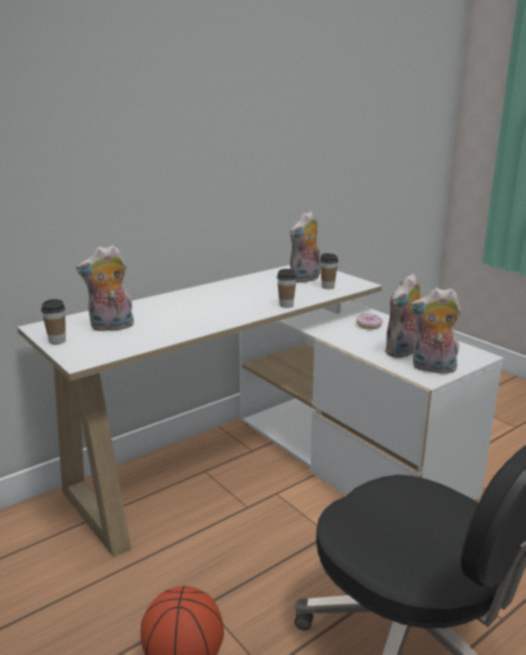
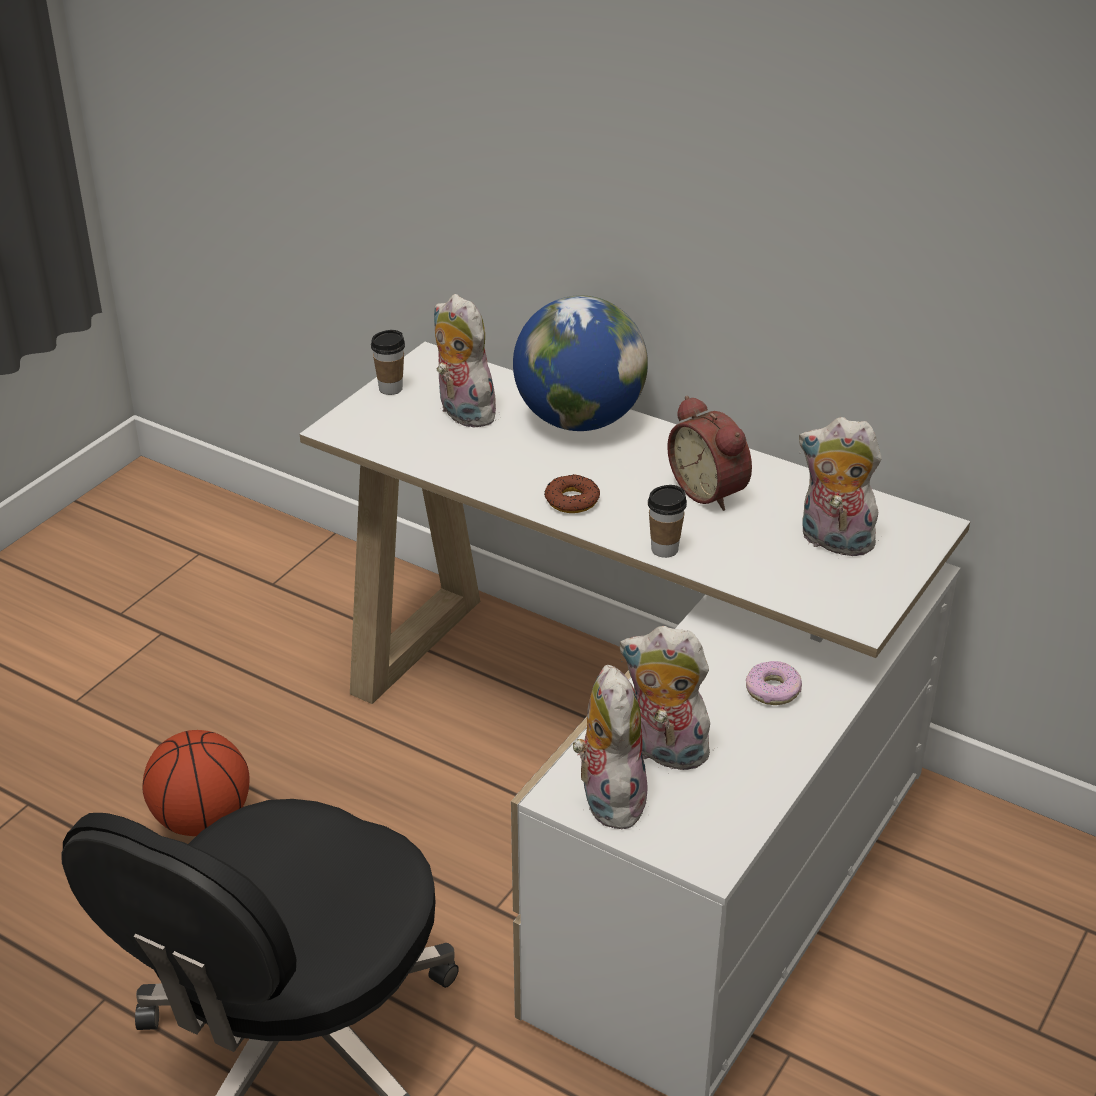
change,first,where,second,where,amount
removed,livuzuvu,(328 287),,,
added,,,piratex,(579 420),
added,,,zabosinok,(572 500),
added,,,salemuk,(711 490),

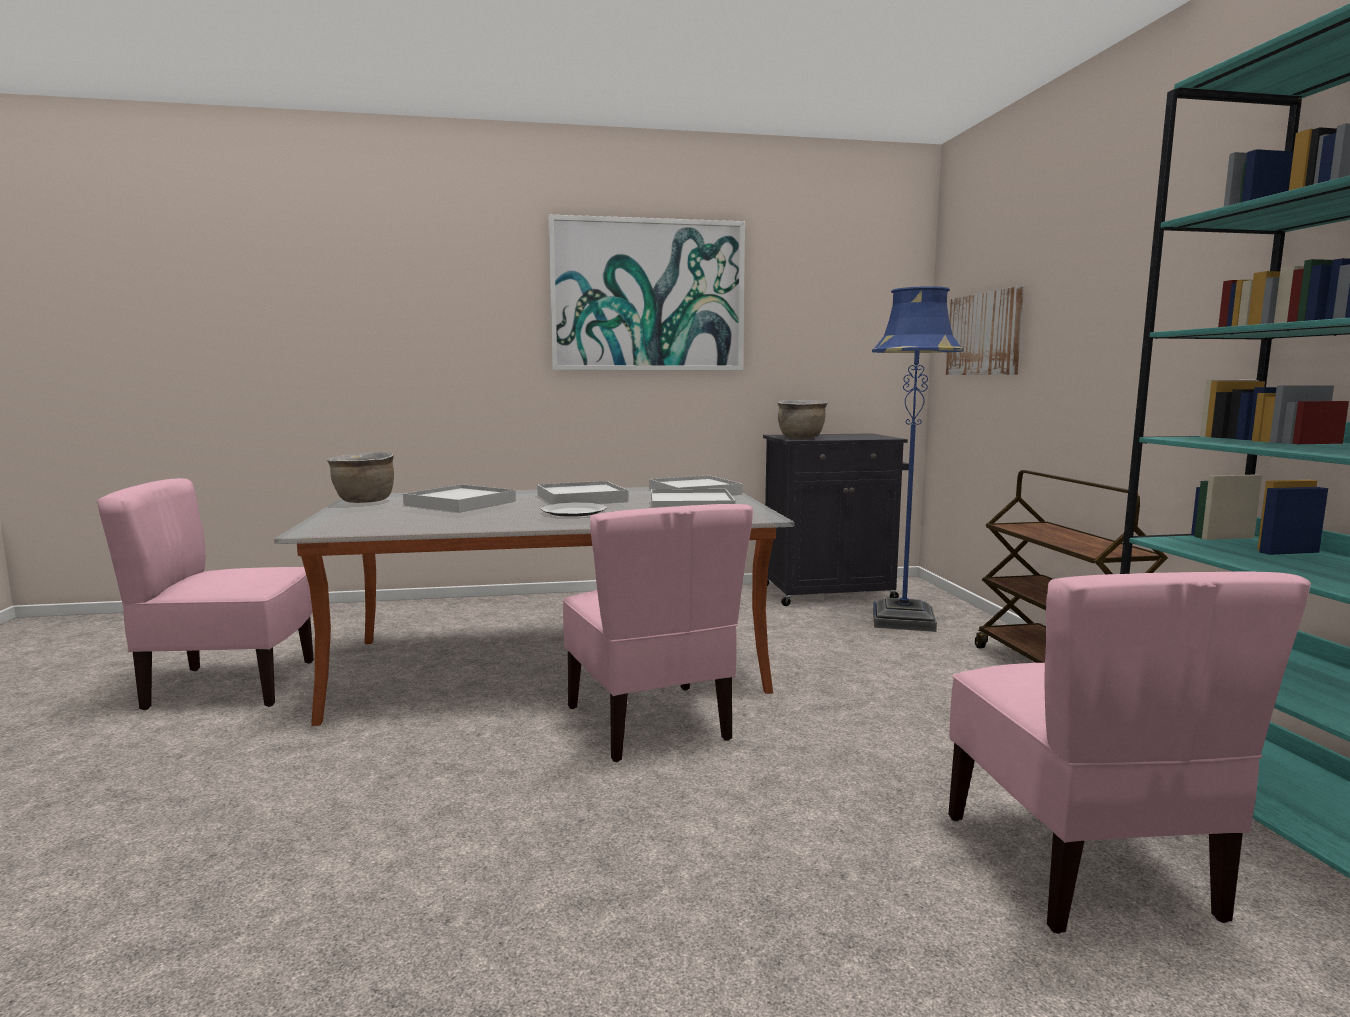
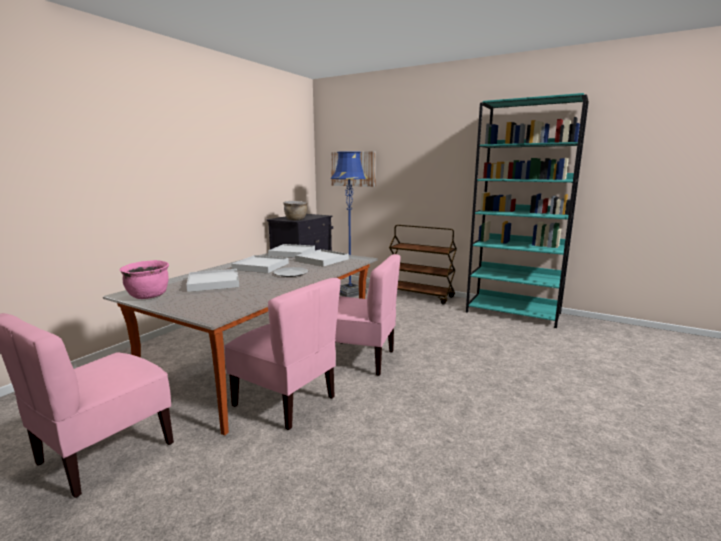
change,first,where,second,where,amount
recoloured,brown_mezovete,(364 502),pink_mezovete,(149 296),
removed,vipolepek,(648 296),,,
moved,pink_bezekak,(1081 865),,(286 401),

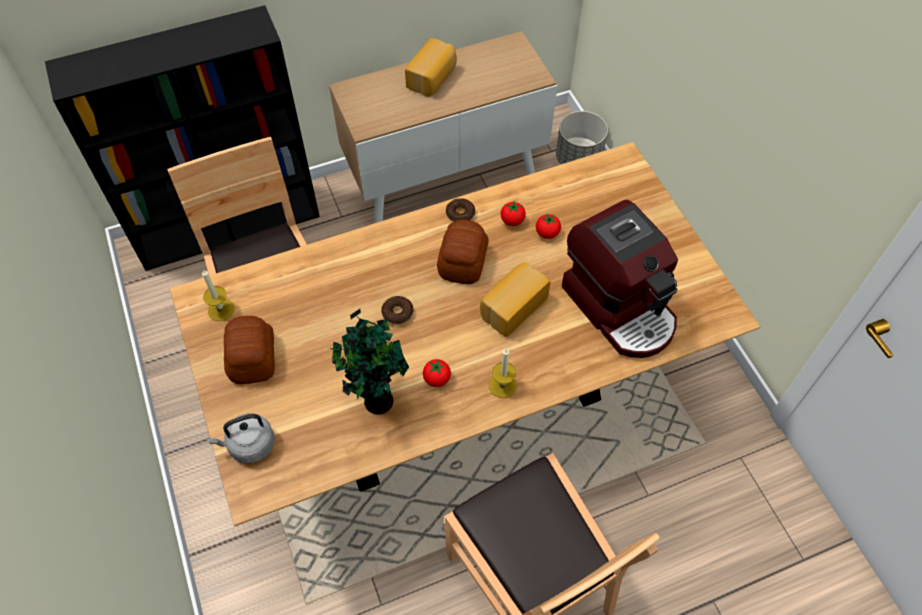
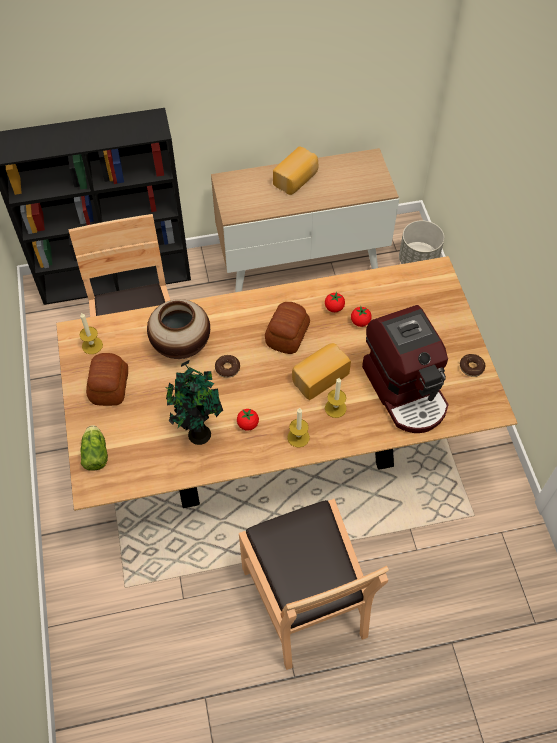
change,first,where,second,where,amount
replaced,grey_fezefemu,(249 445),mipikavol,(95 452),
moved,zabosinok,(460 214),,(471 367),
added,,,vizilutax,(181 345),
added,,,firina,(335 408),

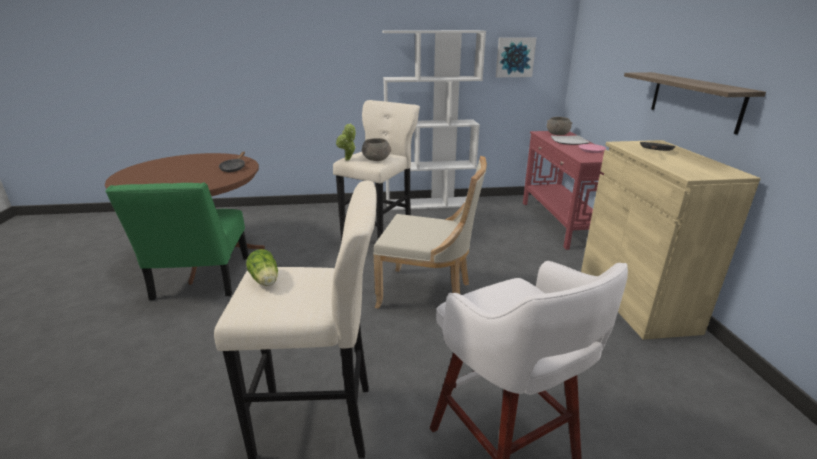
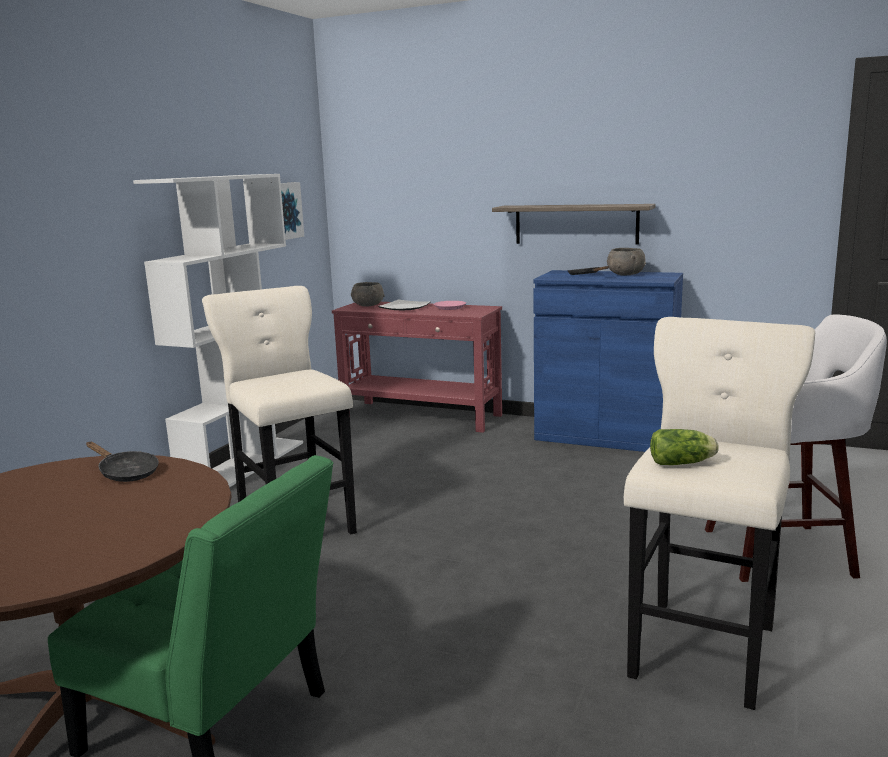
change,first,where,second,where,amount
removed,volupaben,(348 160),,,
moved,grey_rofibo,(376 159),,(625 274),
removed,beige_bezekak,(428 293),,,
recoloured,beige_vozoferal,(635 299),blue_vozoferal,(605 436),

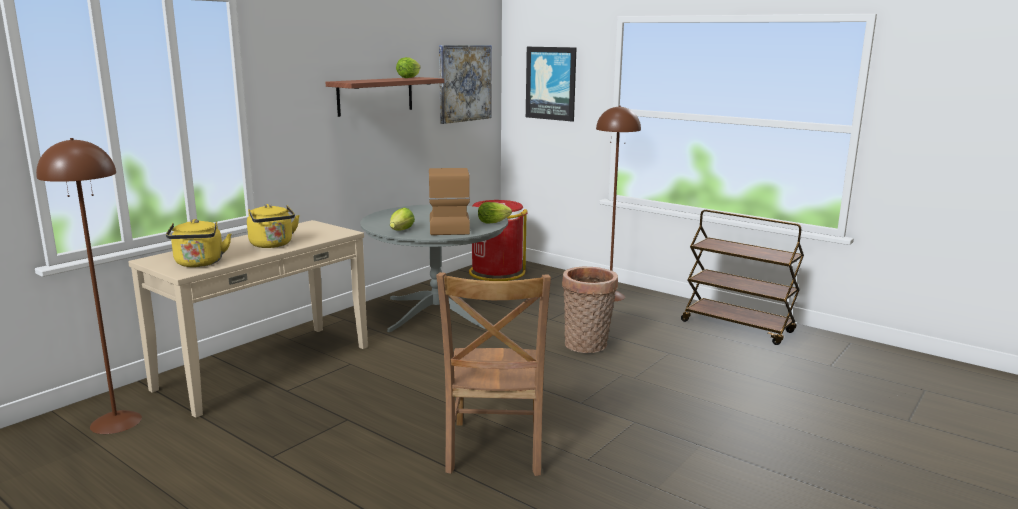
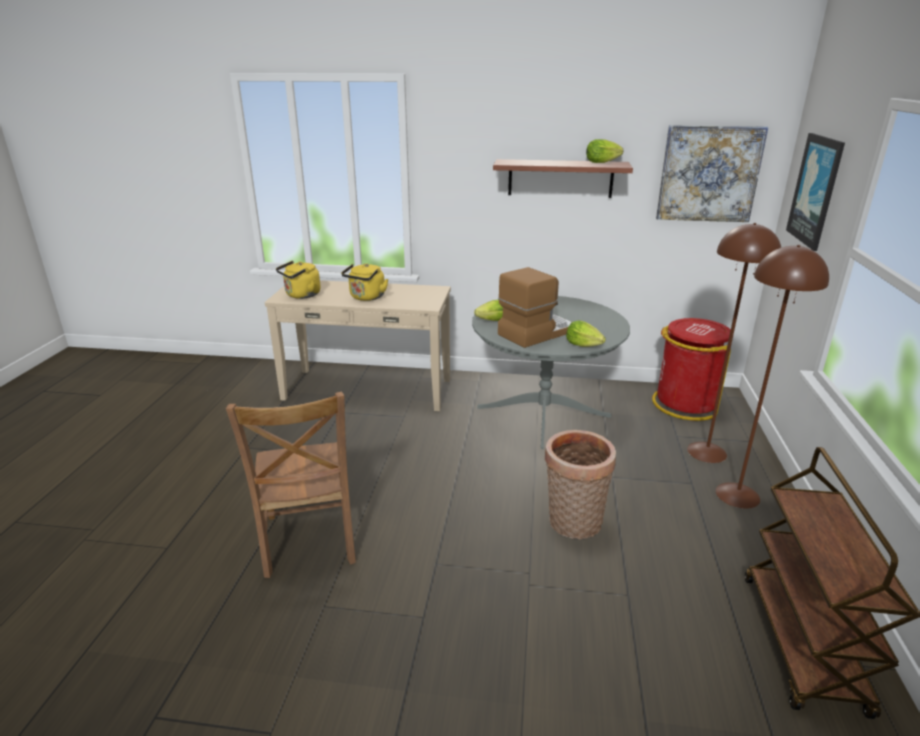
change,first,where,second,where,amount
moved,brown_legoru,(116 422),,(707 452),
turned,brown_bezekak,(494 450),,(309 542),75 degrees counterclockwise

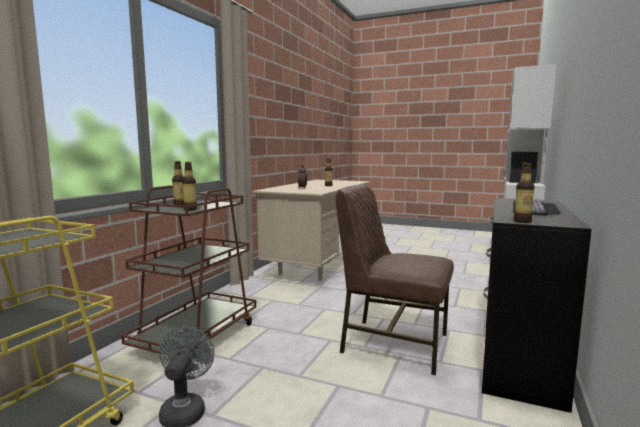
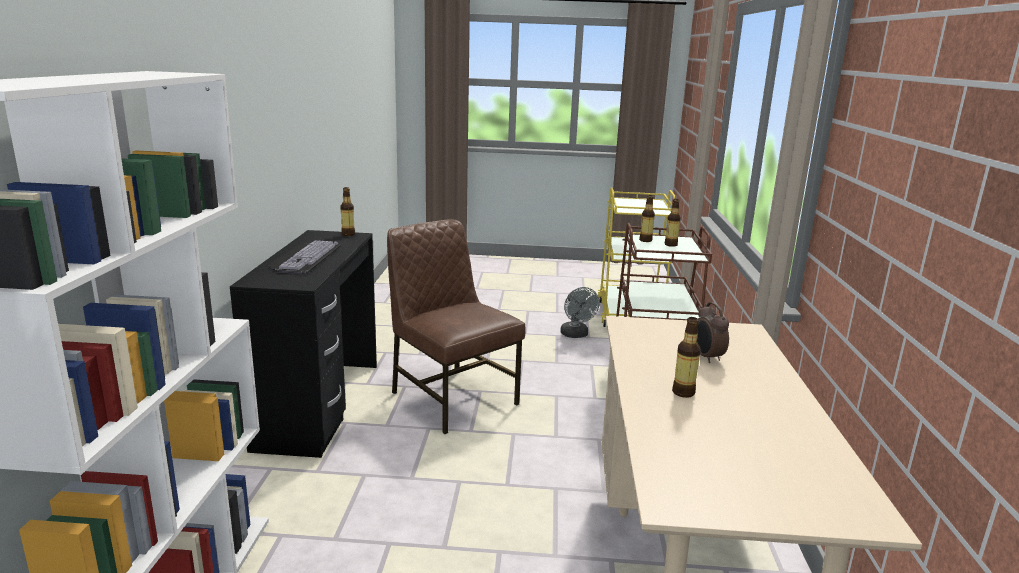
change,first,where,second,where,amount
turned,brown_bezekak,(392 343),,(452 398),135 degrees counterclockwise

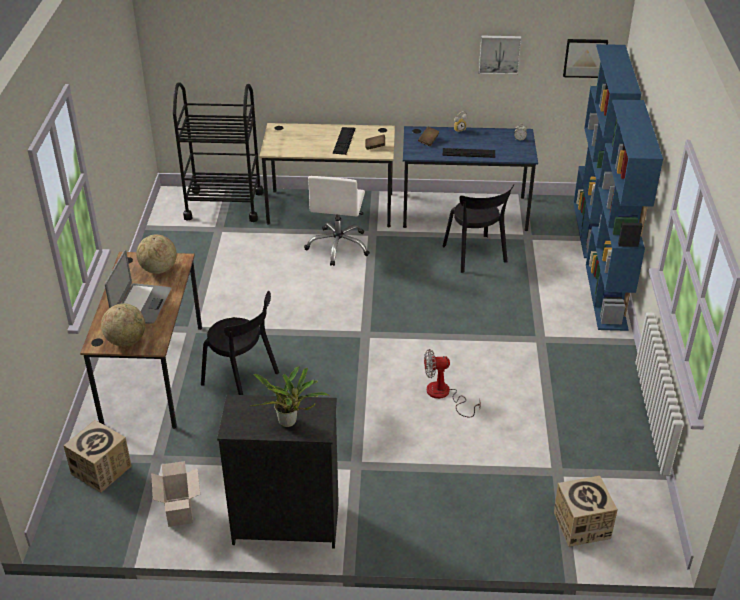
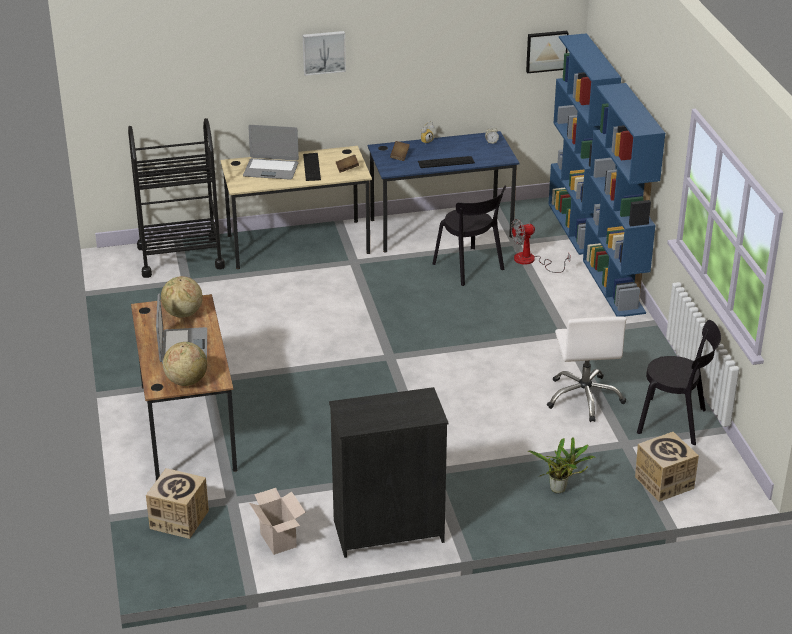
change,first,where,second,where,amount
moved,black_bezekak,(243 380),,(675 422),
moved,volupaben,(290 423),,(560 489),
moved,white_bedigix,(338 246),,(584 397),
moved,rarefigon,(444 395),,(531 261),
moved,vipolepek,(499 54),,(323 52),
added,,,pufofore,(271 169),

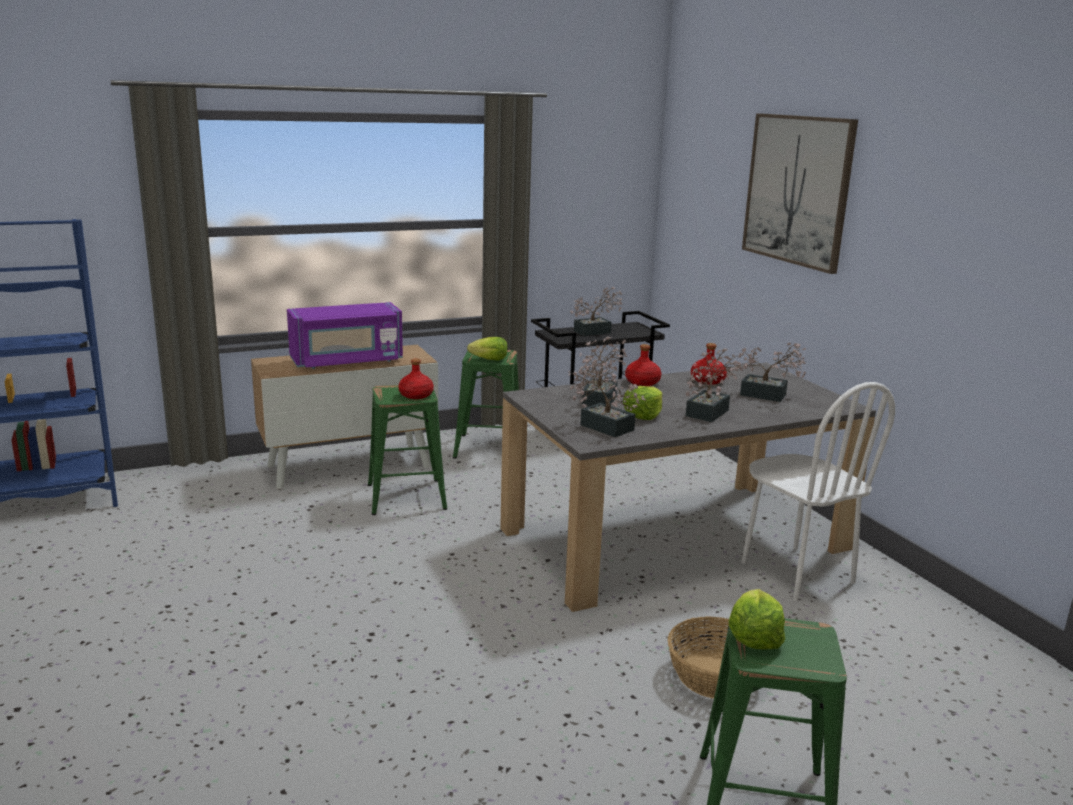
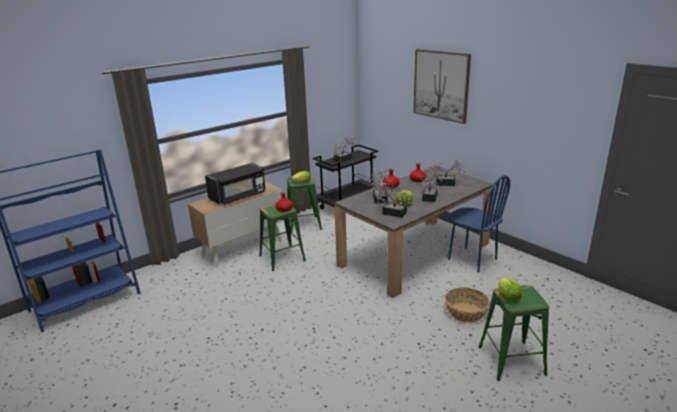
change,first,where,second,where,amount
recoloured,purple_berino,(347 361),black_berino,(238 196),
recoloured,white_bezekak,(796 573),blue_bezekak,(472 259),

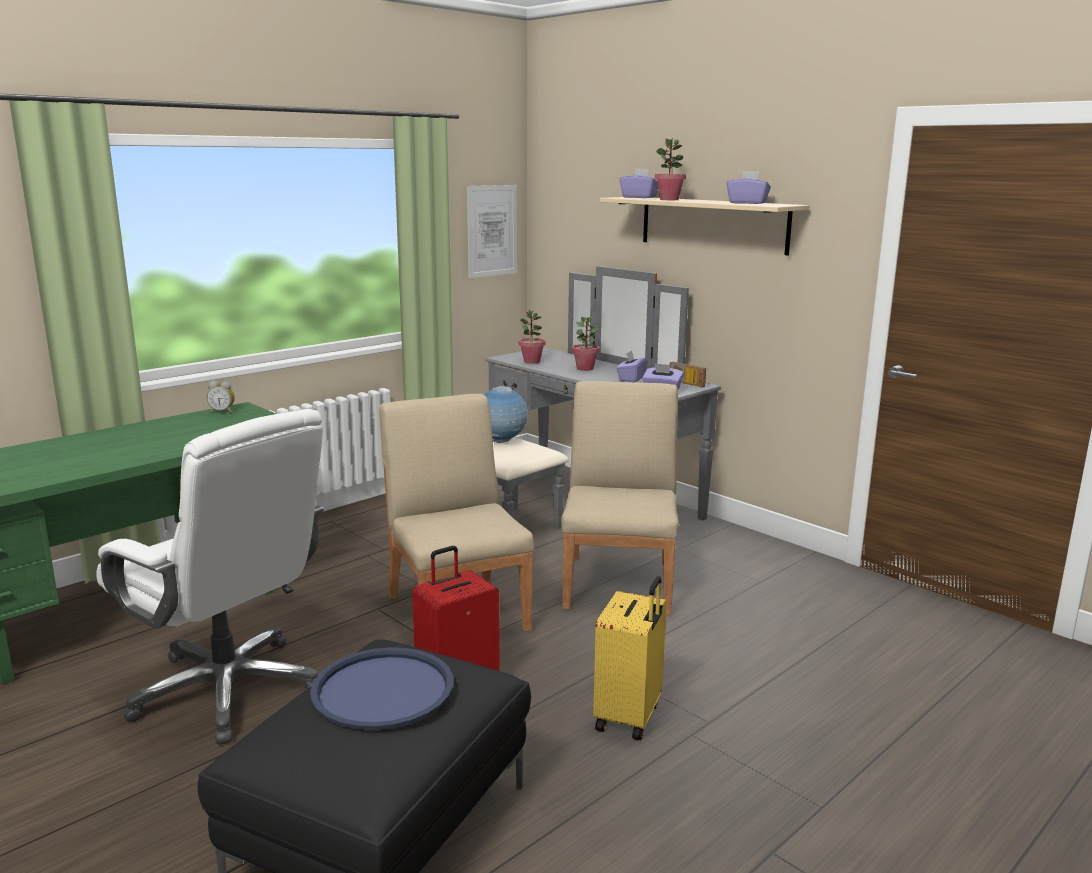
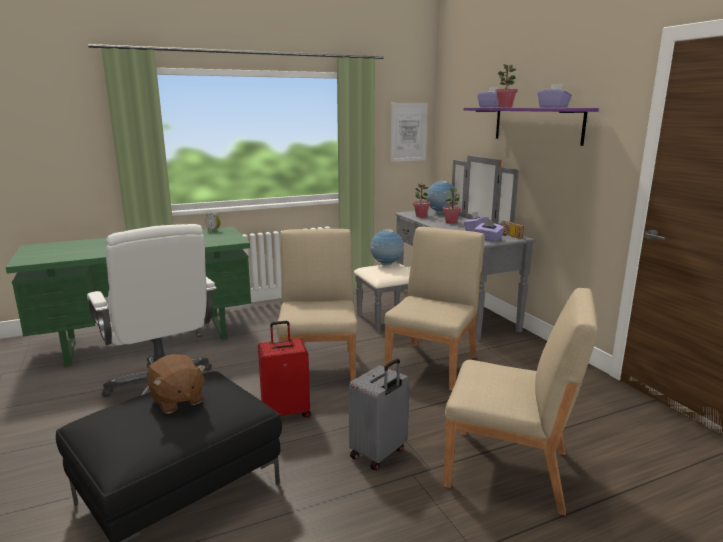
change,first,where,second,where,amount
replaced,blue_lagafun,(382 690),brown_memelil,(177 400),
recoloured,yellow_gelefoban,(630 717),grey_gelefoban,(379 453),
recoloured,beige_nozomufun,(713 224),purple_nozomufun,(537 124),
added,,,piratex,(440 213),
added,,,beige_bezekak,(509 469),

